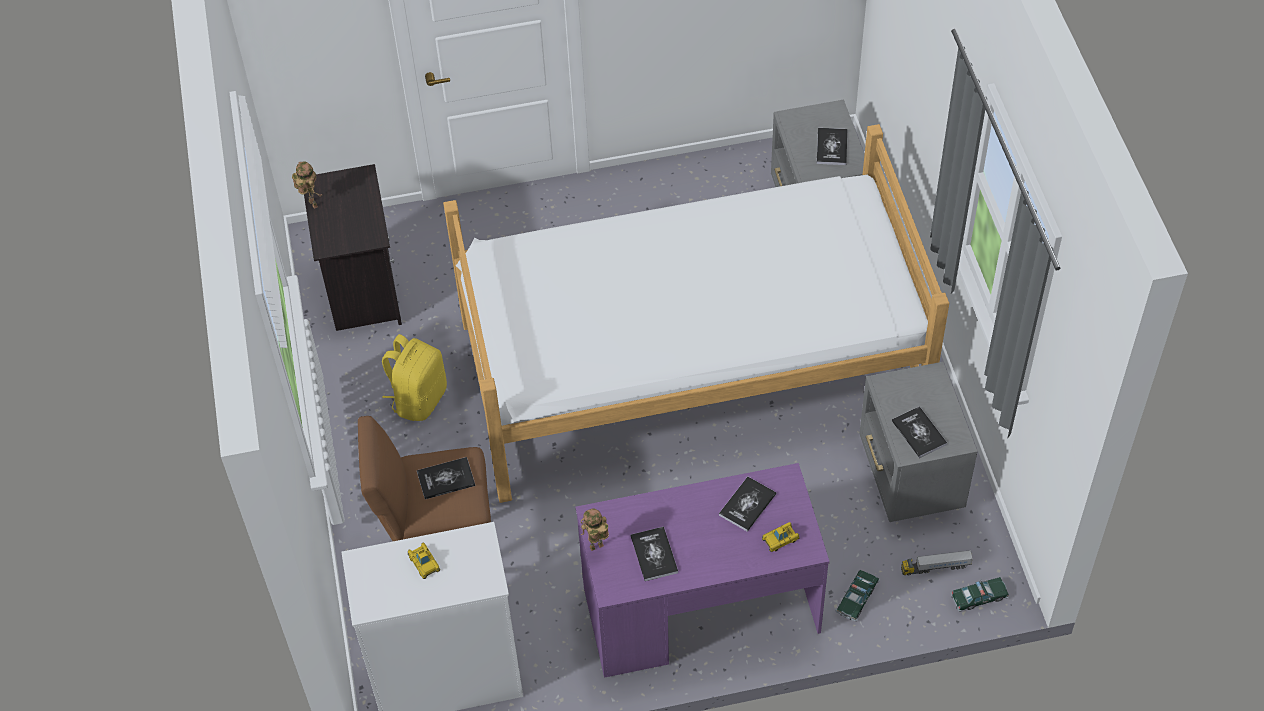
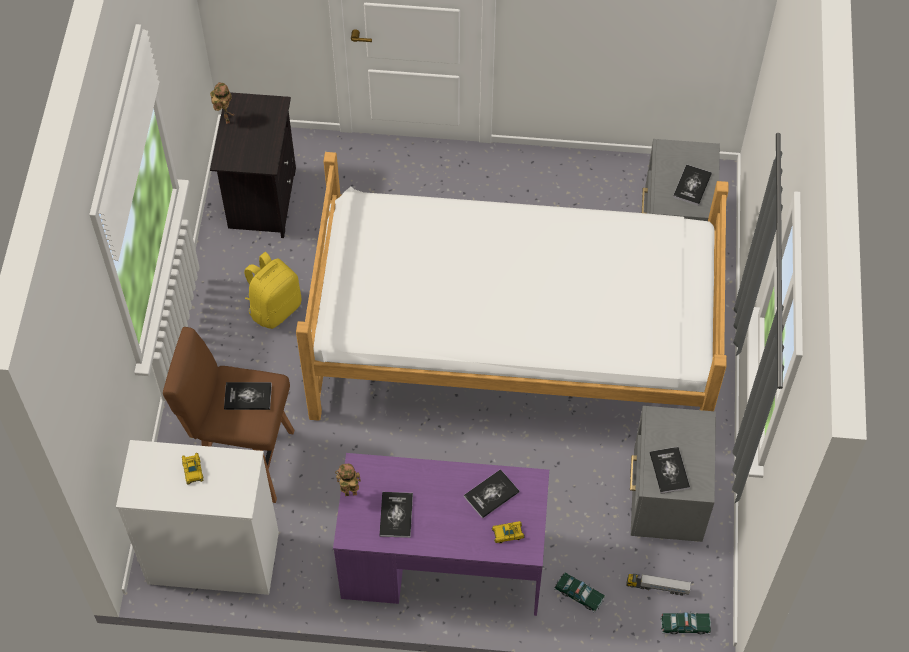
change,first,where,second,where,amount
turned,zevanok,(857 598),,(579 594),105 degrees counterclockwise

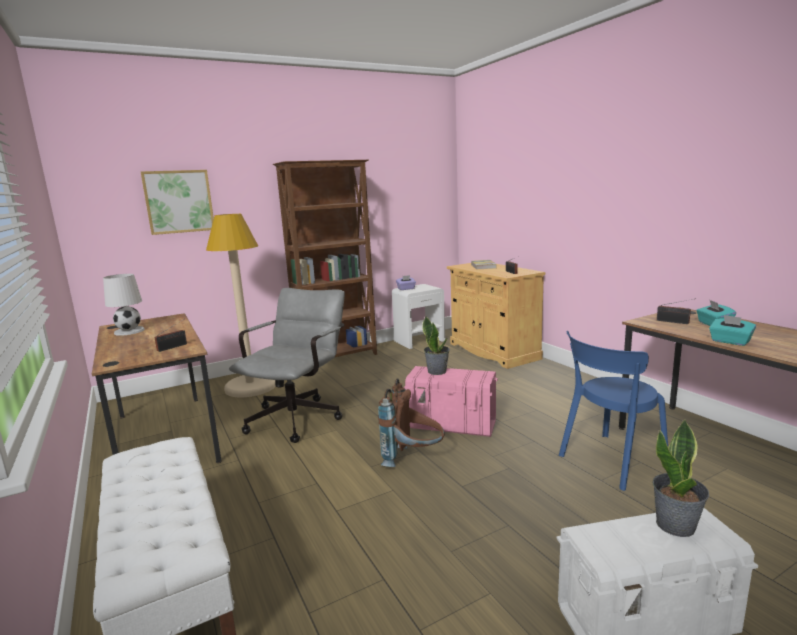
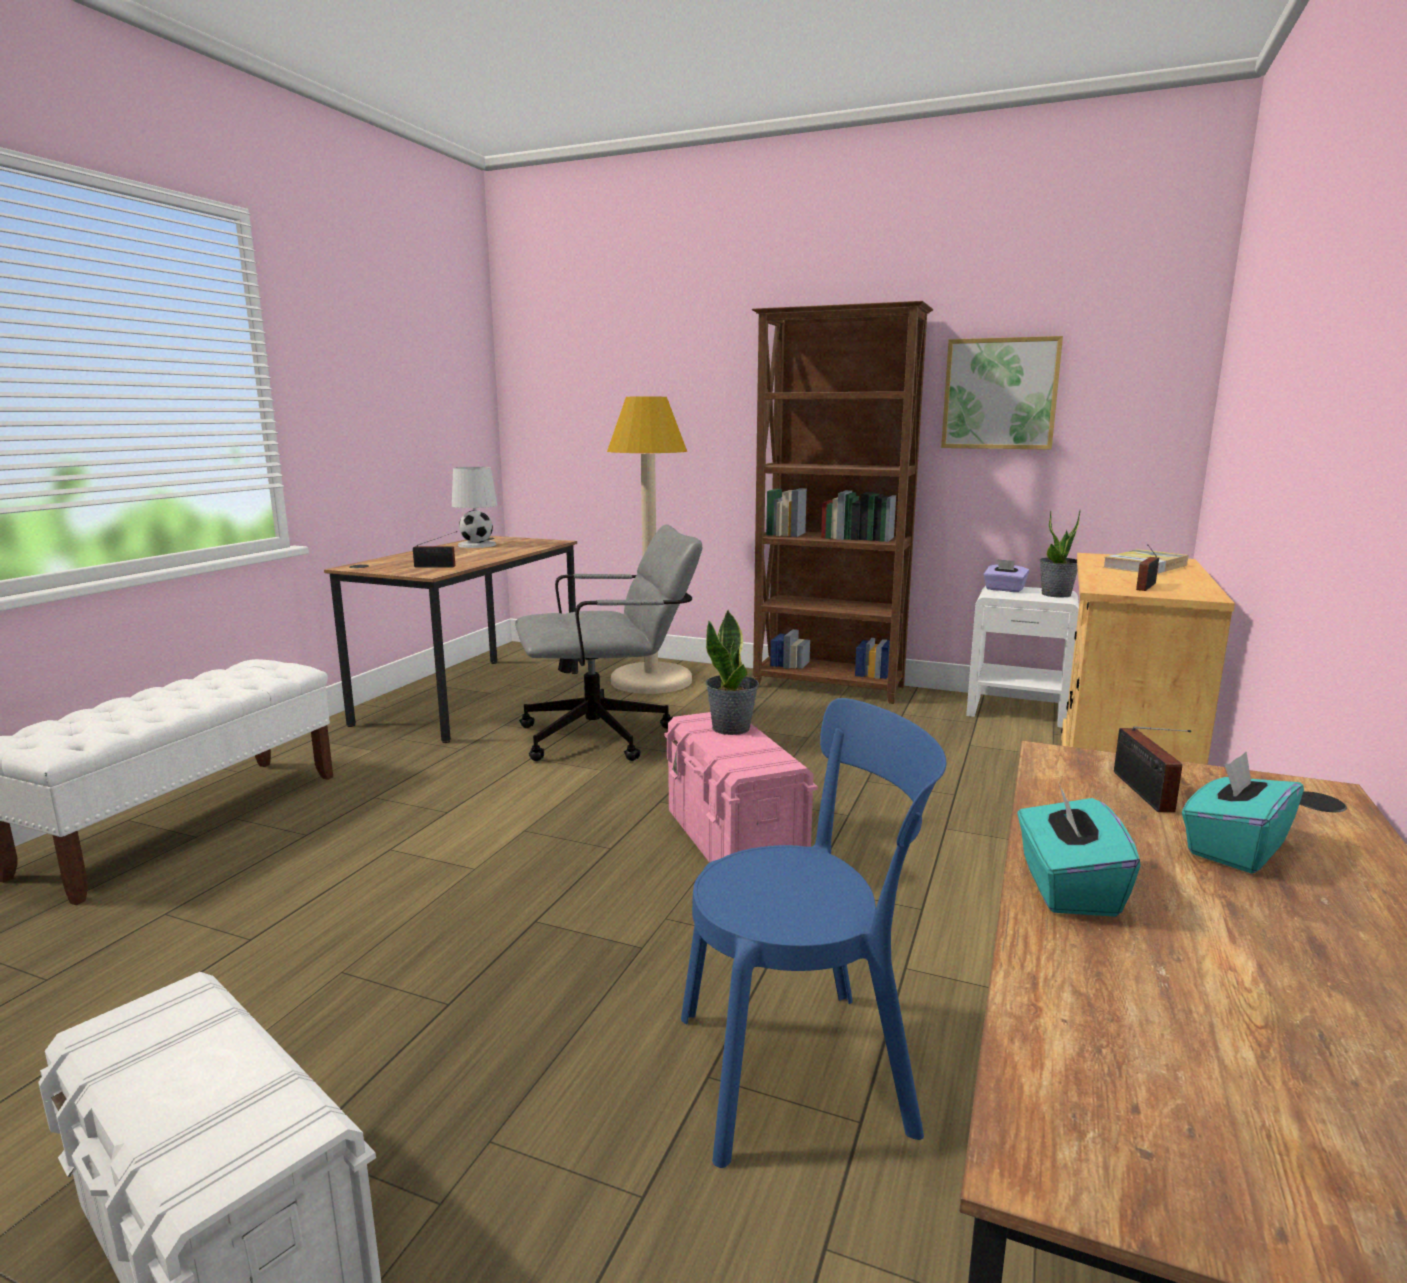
change,first,where,second,where,amount
moved,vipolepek,(179 201),,(1000 394),
removed,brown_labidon,(413 459),,,
turned,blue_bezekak,(609 461),,(804 1069),150 degrees clockwise
moved,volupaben,(676 525),,(1056 594),

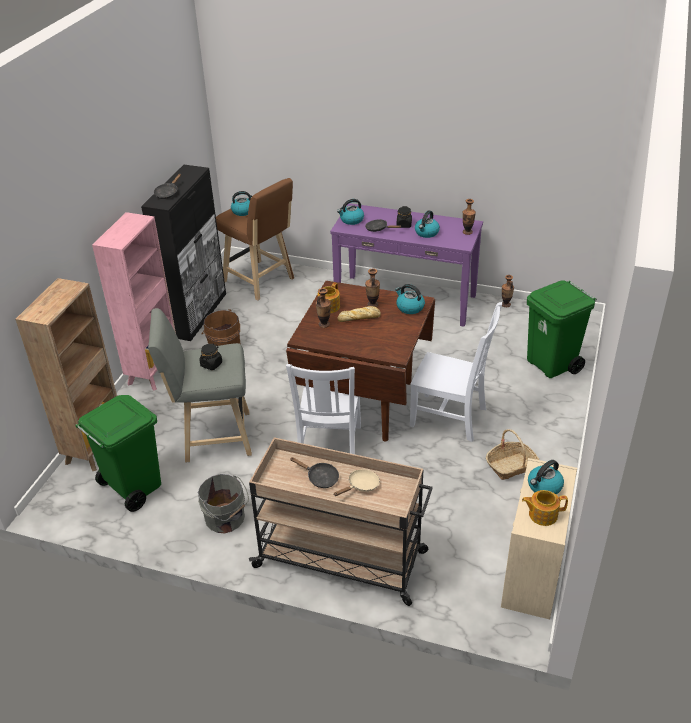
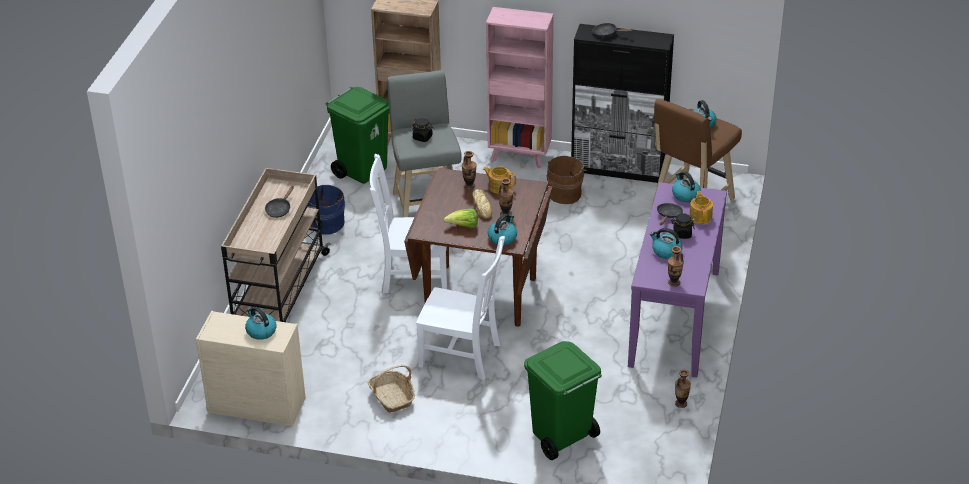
change,first,where,second,where,amount
recoloured,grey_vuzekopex,(226 519),blue_vuzekopex,(326 224),
removed,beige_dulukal,(361 486),,,
turned,white_bezekak,(451 418),,(462 356),90 degrees counterclockwise
moved,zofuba,(542 514),,(700 216),
added,,,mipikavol,(463 226),

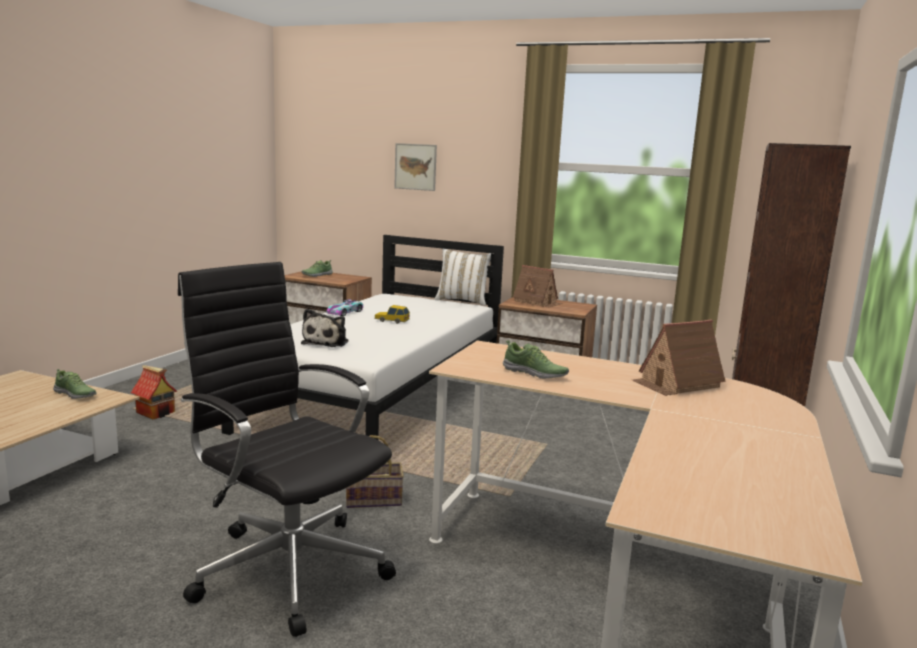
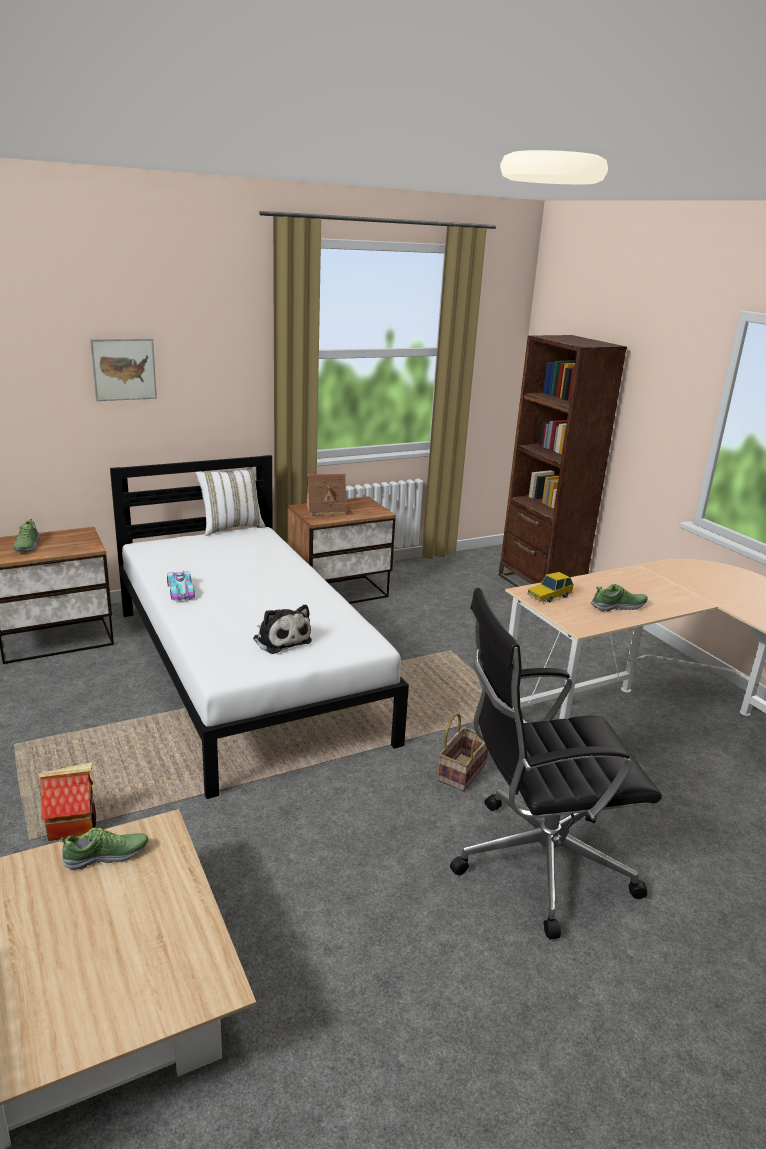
change,first,where,second,where,amount
moved,zevanok,(391 321),,(549 596),
removed,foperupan,(676 384),,,

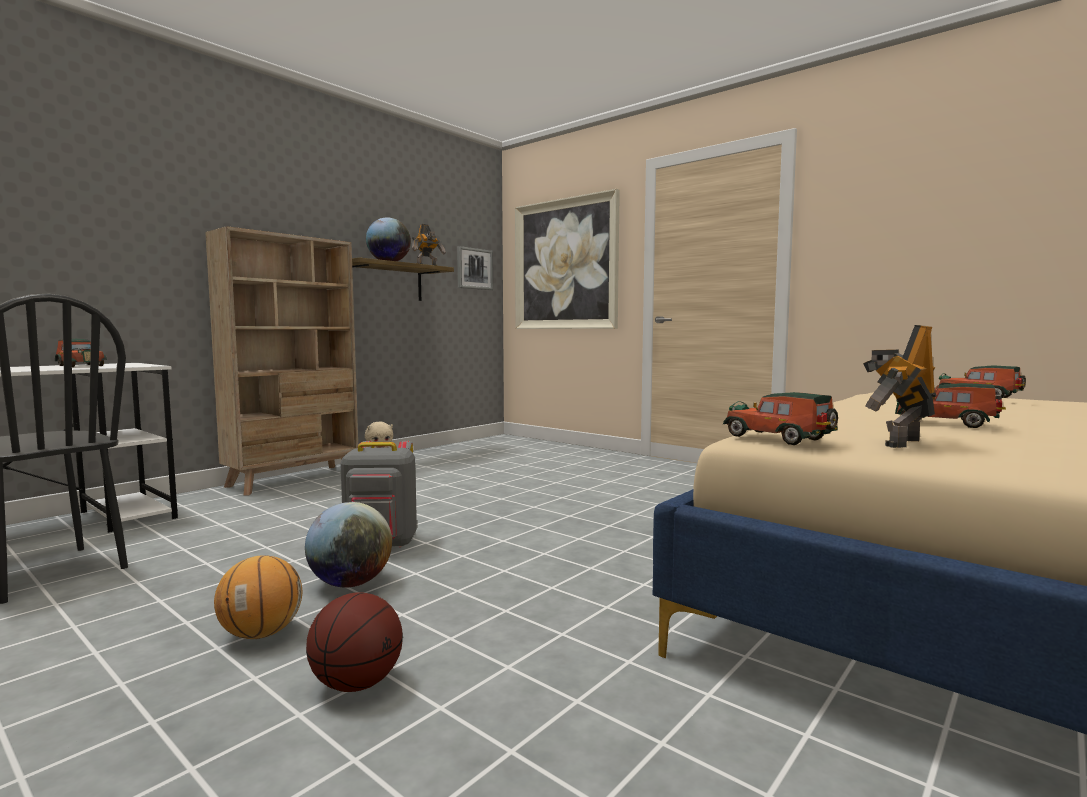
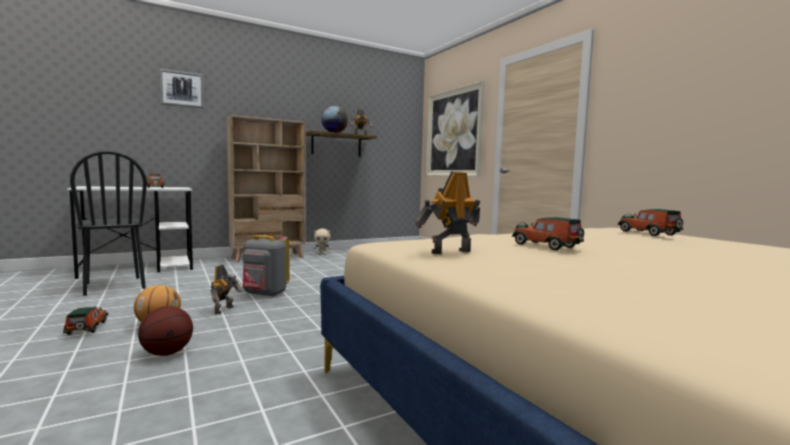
change,first,where,second,where,amount
replaced,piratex,(350 583),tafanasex,(225 310),
moved,vipolepek,(474 269),,(182 89),
moved,zevanok,(780 439),,(86 329),

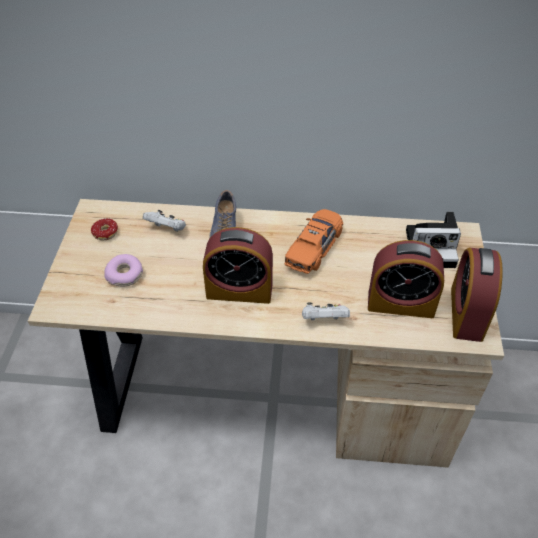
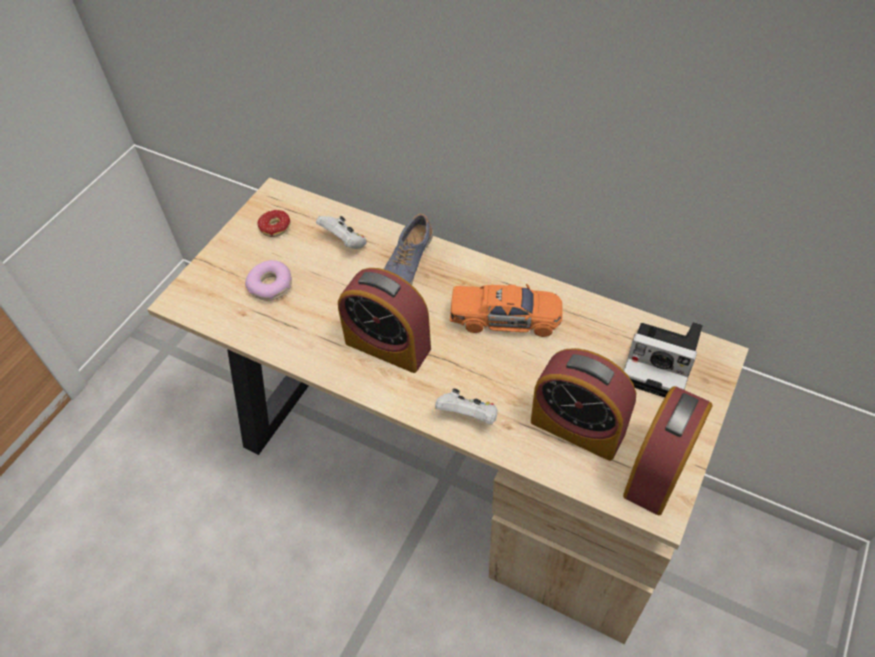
change,first,where,second,where,amount
turned,orange_zevanok,(314 249),,(505 319),45 degrees clockwise

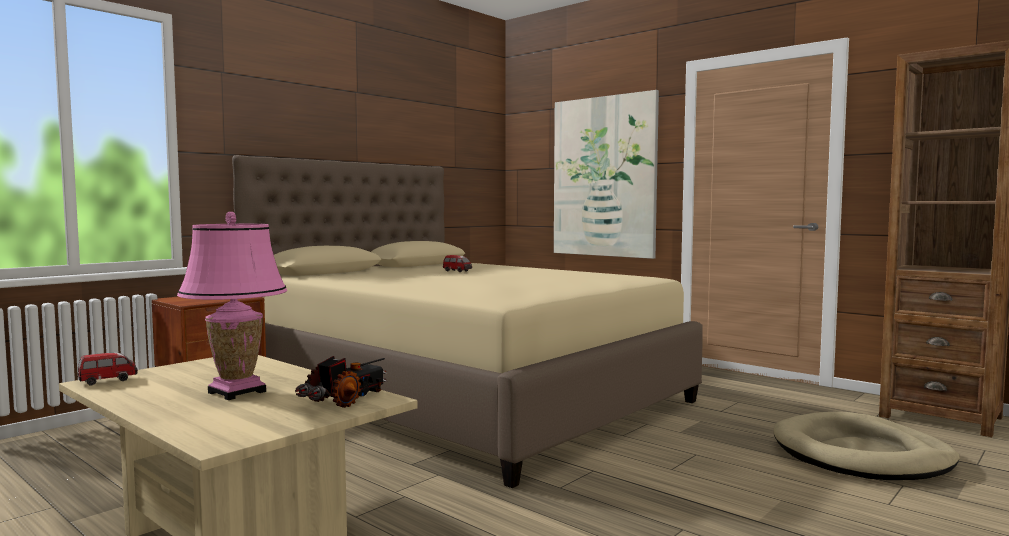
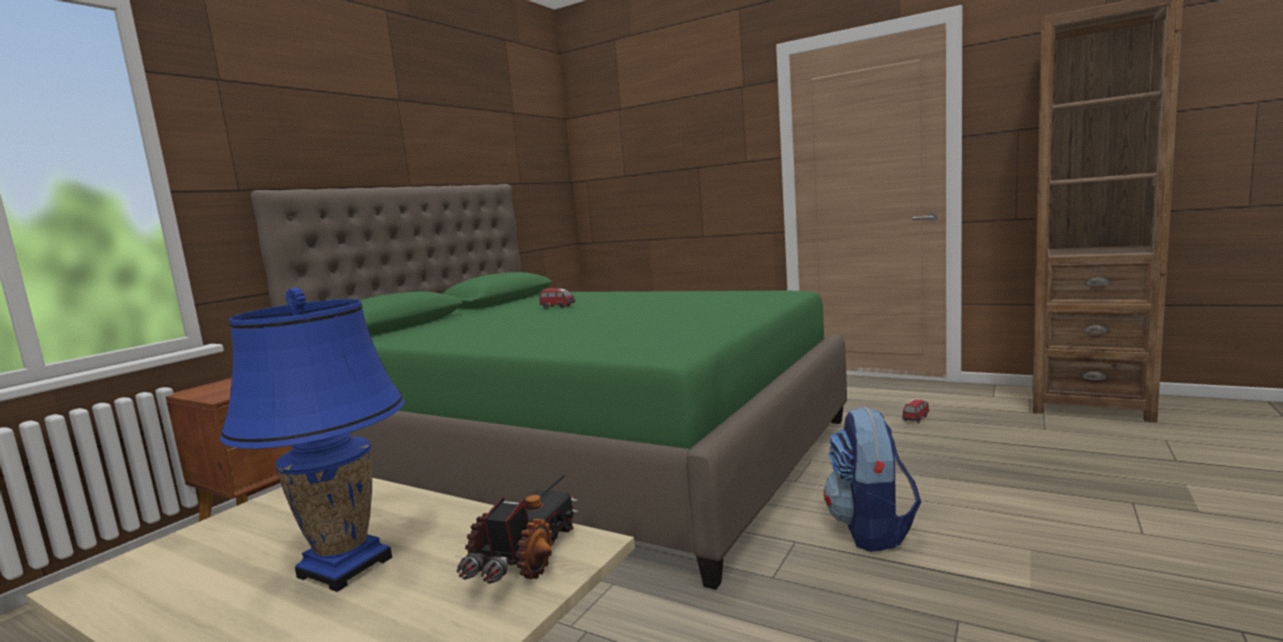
change,first,where,second,where,amount
moved,zevanok,(108 381),,(915 418),
recoloured,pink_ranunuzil,(236 392),blue_ranunuzil,(344 567),
recoloured,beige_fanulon,(463 396),green_fanulon,(585 451),
removed,vipolepek,(604 177),,,
removed,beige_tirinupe,(861 455),,,
added,,,labidon,(871 530),

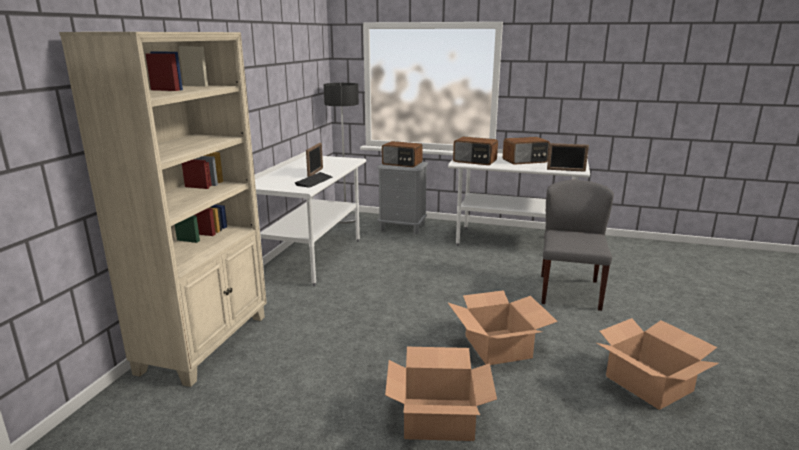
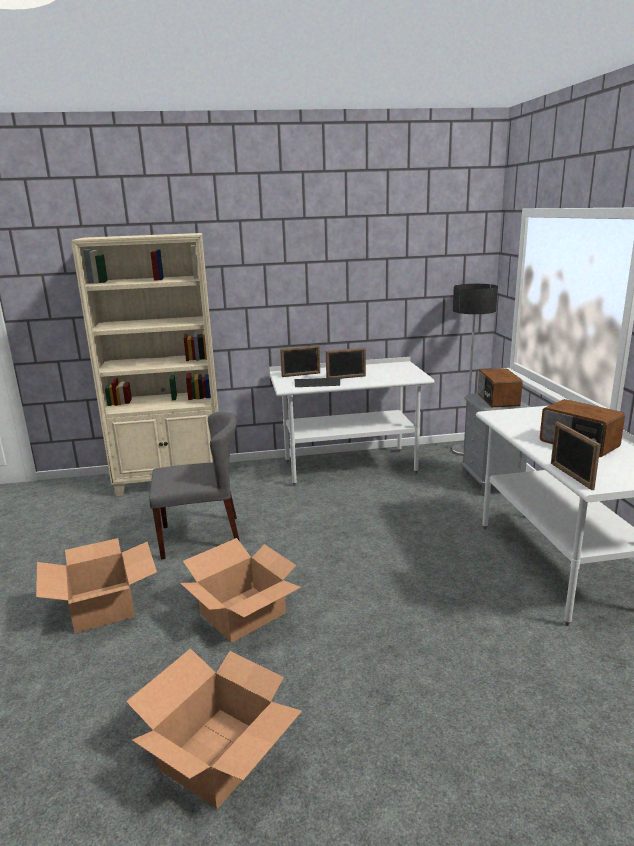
change,first,where,second,where,amount
removed,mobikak,(475 161),,,
moved,grey_bezekak,(569 291),,(201 537),
added,,,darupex,(301 375),

